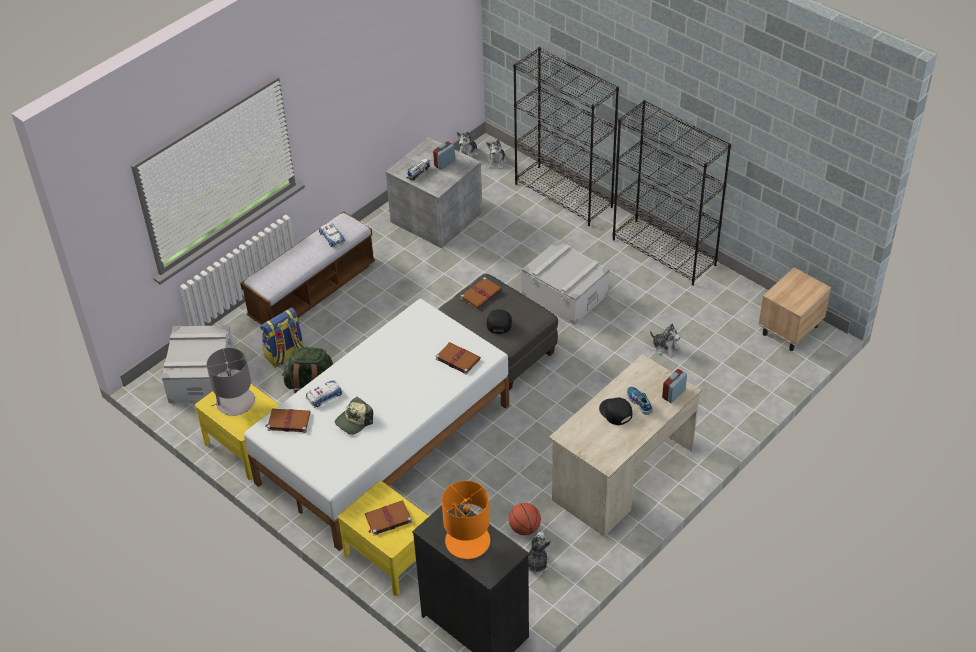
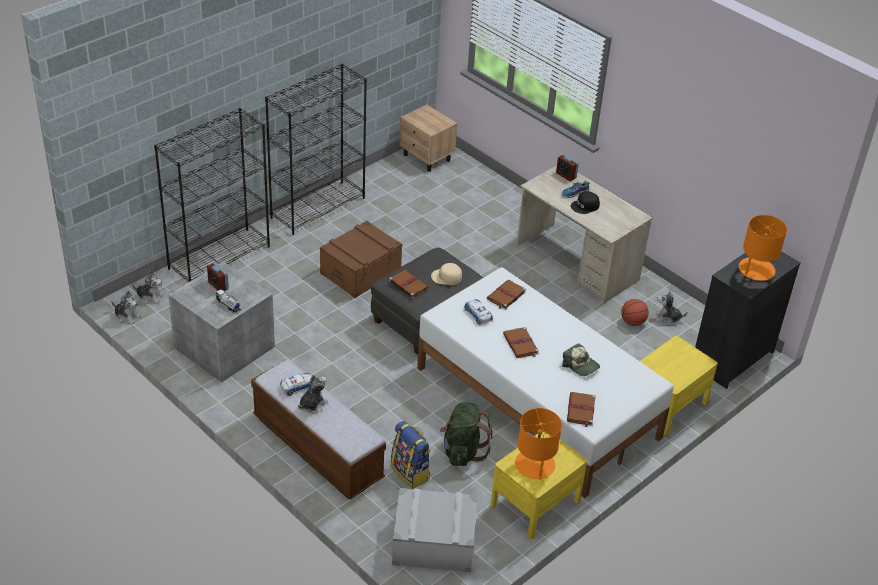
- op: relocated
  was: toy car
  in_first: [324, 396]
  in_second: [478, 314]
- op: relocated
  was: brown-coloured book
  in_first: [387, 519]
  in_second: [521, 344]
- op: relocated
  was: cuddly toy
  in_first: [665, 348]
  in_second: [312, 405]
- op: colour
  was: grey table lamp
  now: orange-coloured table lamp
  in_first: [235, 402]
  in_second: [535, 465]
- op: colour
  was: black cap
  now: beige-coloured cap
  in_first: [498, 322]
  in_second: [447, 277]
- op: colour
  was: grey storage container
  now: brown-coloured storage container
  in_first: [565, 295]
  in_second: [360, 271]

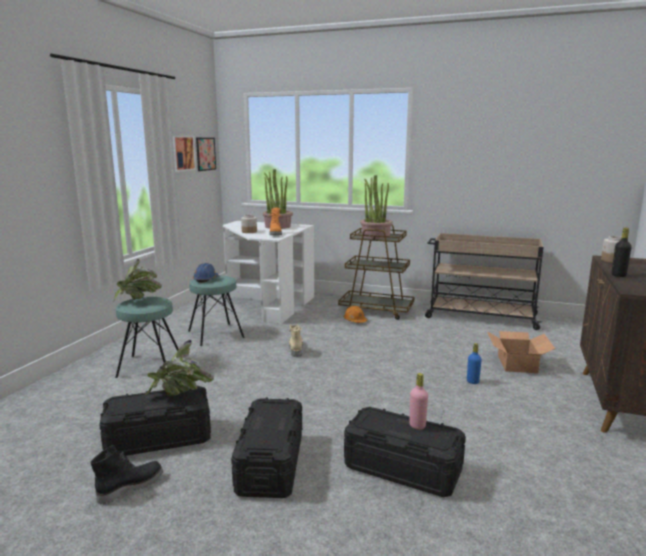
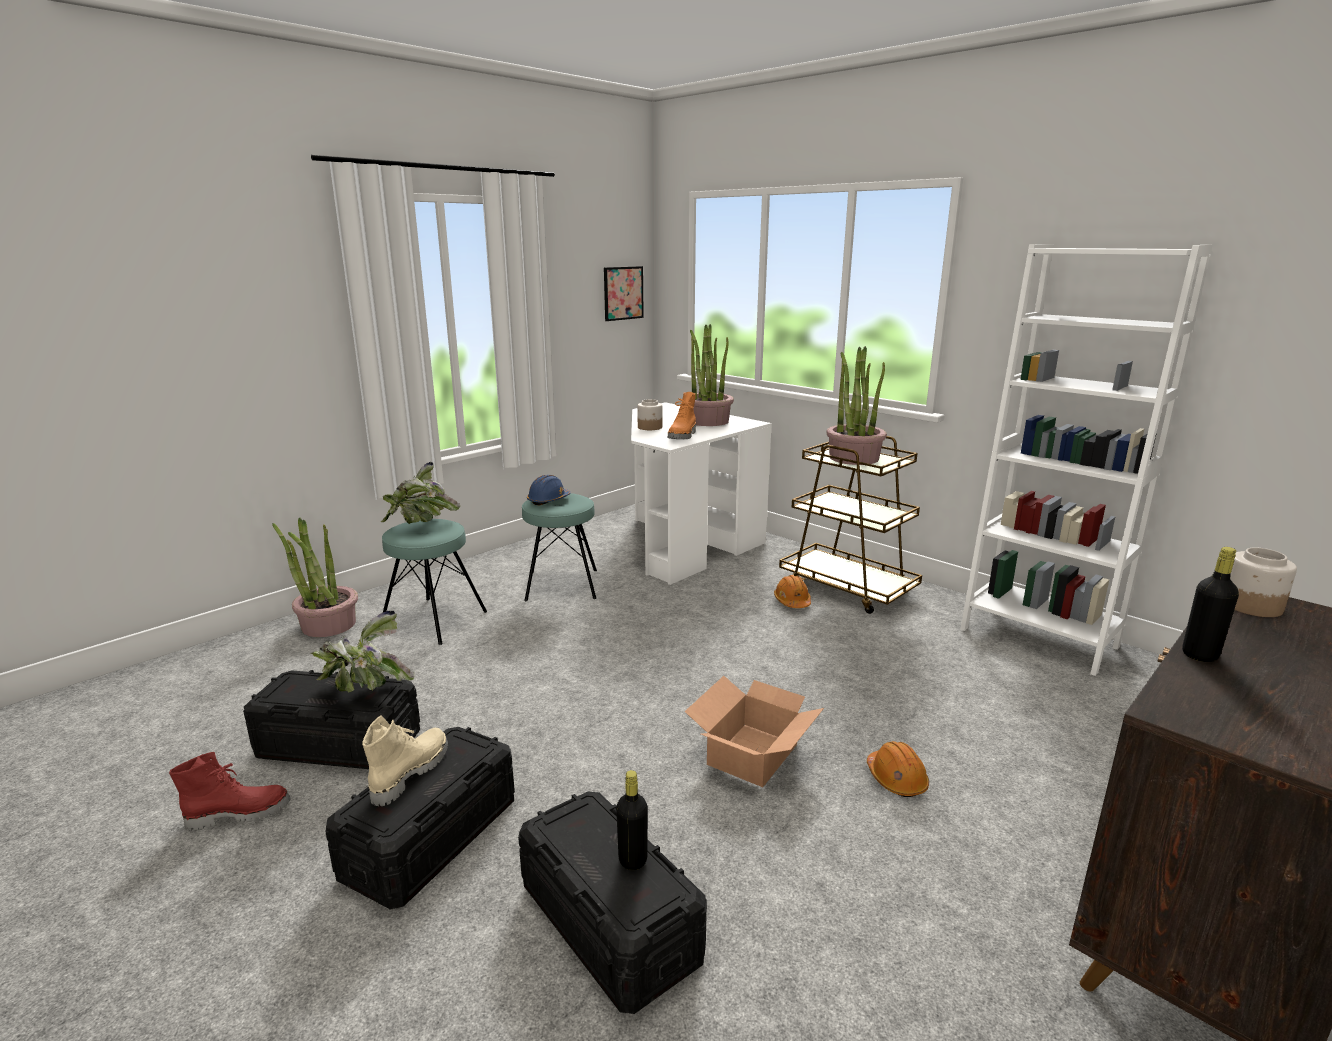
- op: missing
  was: wall art
  in_first: [181, 153]
- op: appeared
  now: potted plant
  in_second: [328, 625]
- op: relocated
  was: beige-coloured boot
  in_first: [295, 349]
  in_second: [409, 773]
- op: relocated
  was: packing box
  in_first: [517, 363]
  in_second: [754, 754]
- op: exchanged
  was: beige-coloured wheeled cart
  now: white-coloured bookcase
  in_first: [479, 316]
  in_second: [1038, 638]
- op: exchanged
  was: bluish drink bottle
  now: orange-coloured safety helmet
  in_first: [472, 381]
  in_second: [896, 779]
- op: colour
  was: black boot
  now: red-coloured boot
  in_first: [130, 487]
  in_second: [239, 813]
- op: colour
  was: pink drink bottle
  now: black drink bottle
  in_first: [417, 425]
  in_second: [633, 859]

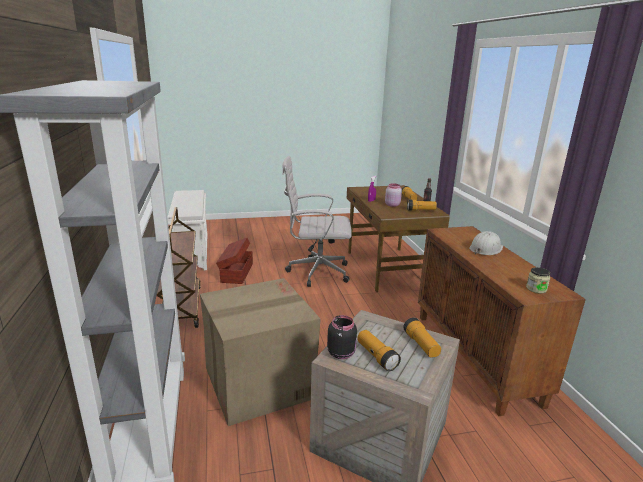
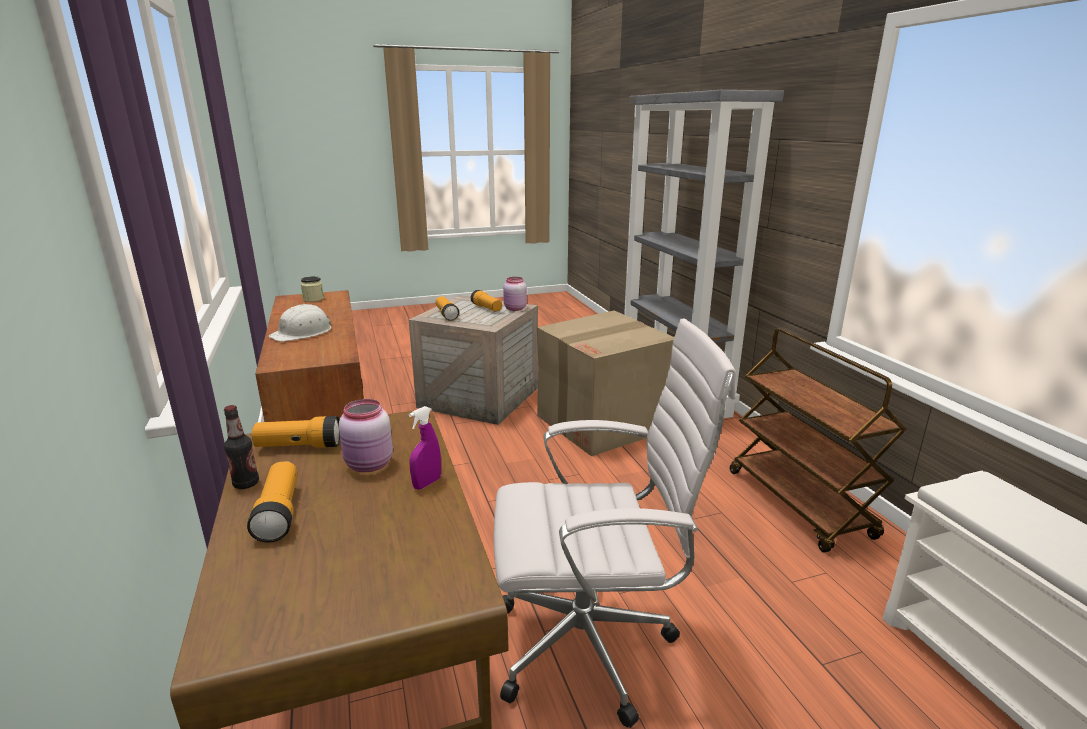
- op: missing
  was: brown-coloured storage container
  in_first: [236, 273]
- op: colour
  was: black preserve jar
  now: pink preserve jar
  in_first: [341, 353]
  in_second: [514, 309]

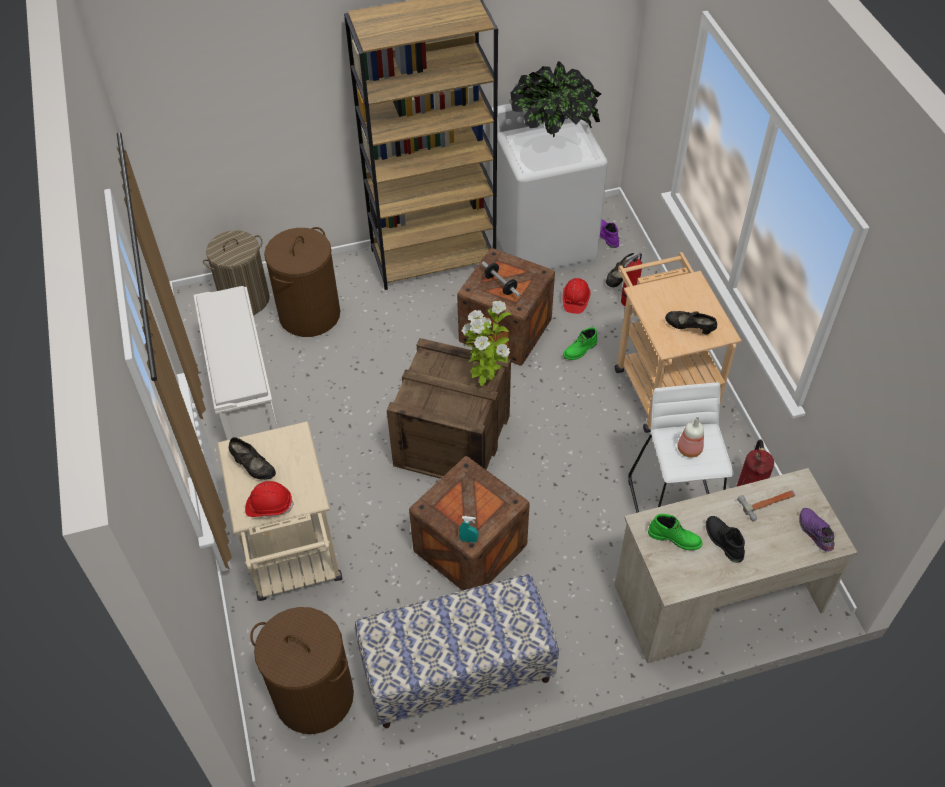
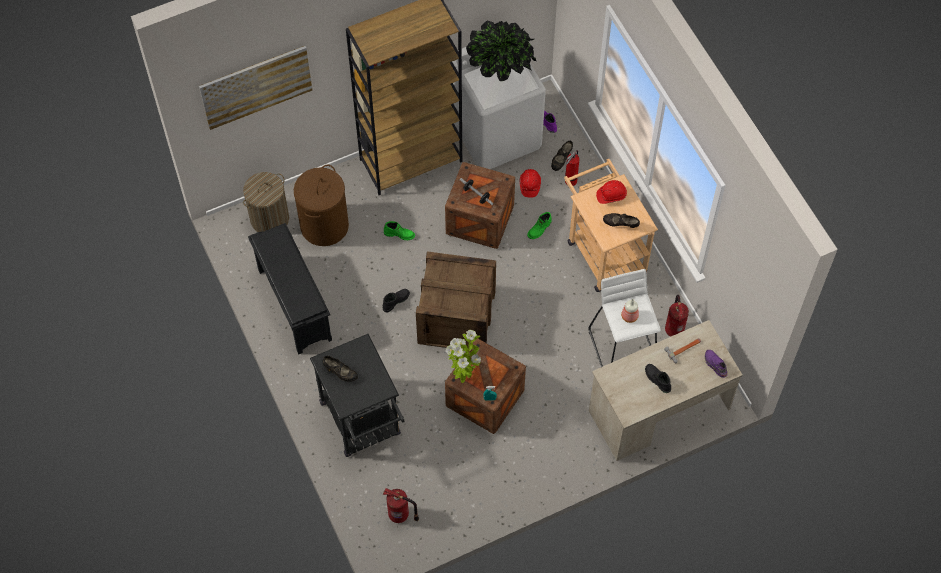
- op: missing
  was: bench
  in_first: [457, 671]
- op: appeared
  now: wall art
  in_second: [256, 87]
- op: appeared
  now: black boot
  in_second: [395, 301]
- op: relocated
  was: red-coloured safety helmet
  in_first: [269, 506]
  in_second: [611, 195]
- op: relocated
  was: potted plant
  in_first: [486, 379]
  in_second: [464, 374]
- op: relocated
  was: green boot
  in_first: [675, 538]
  in_second: [399, 234]
- op: exchanged
  was: brown-coloured washing basket
  now: fire extinguisher
  in_first: [313, 696]
  in_second: [400, 515]
- op: colour
  was: white-coloured shoe rack
  now: black shoe rack
  in_first: [245, 398]
  in_second: [293, 304]
- op: colour
  was: beige-coloured wheeled cart
  now: black wheeled cart
  in_first: [294, 560]
  in_second: [363, 424]

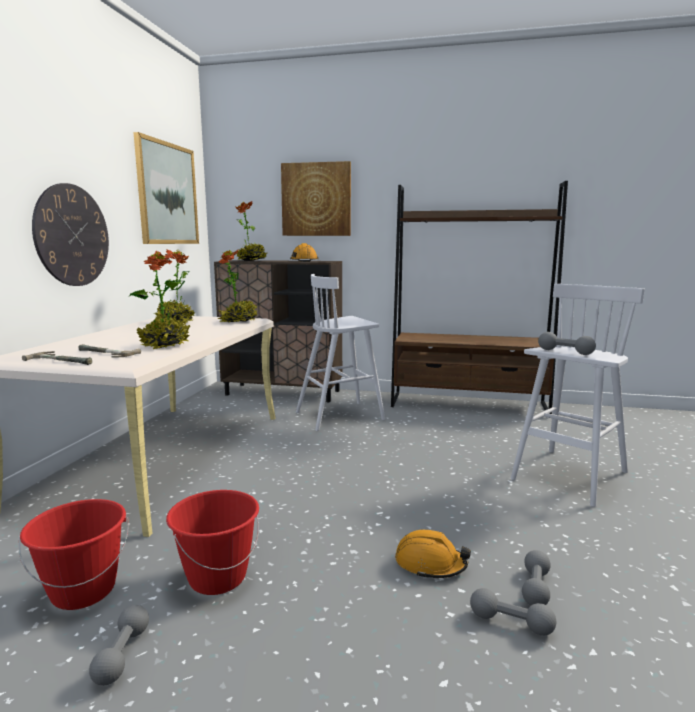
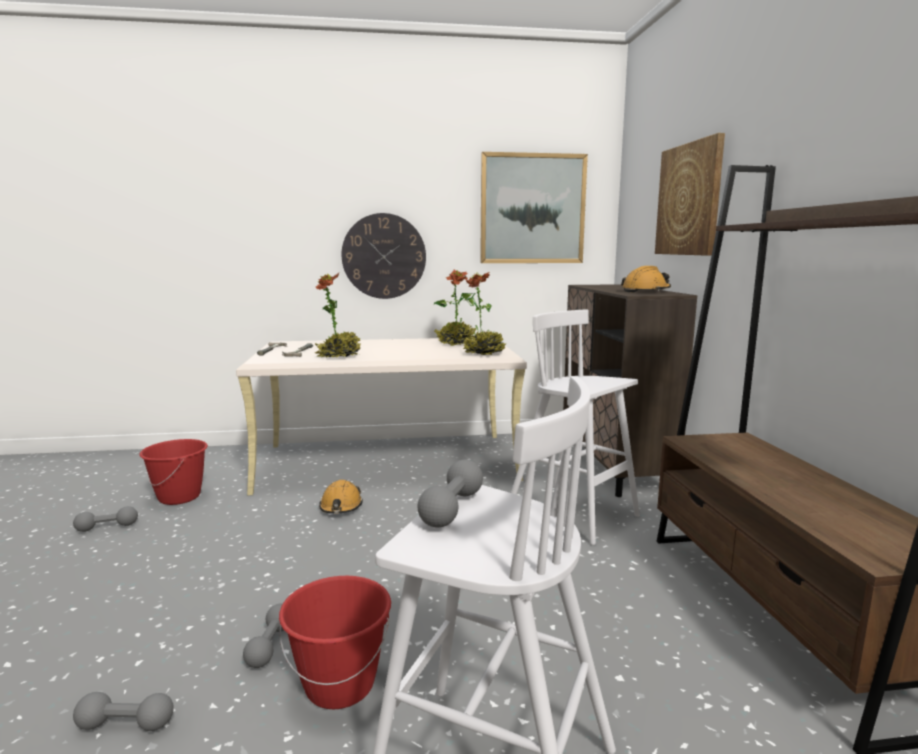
- op: missing
  was: potted plant
  in_first: [251, 260]
- op: relocated
  was: red-coloured water bucket
  in_first: [217, 577]
  in_second: [340, 684]
- op: relocated
  was: orange-coloured safety helmet
  in_first: [430, 564]
  in_second: [341, 507]
- op: relocated
  was: grey free weight
  in_first: [511, 623]
  in_second: [270, 646]

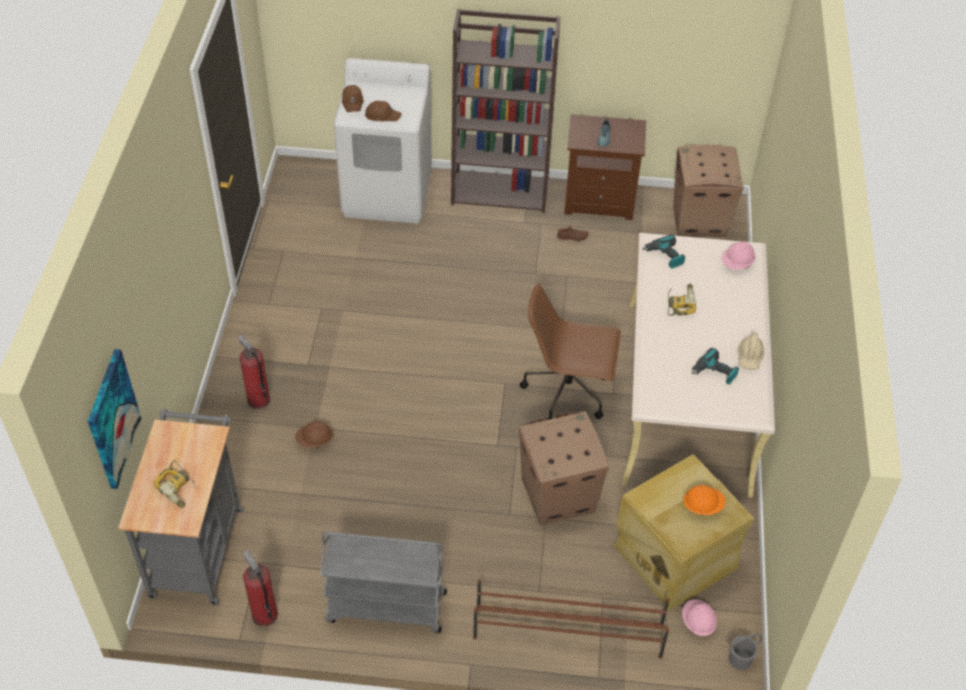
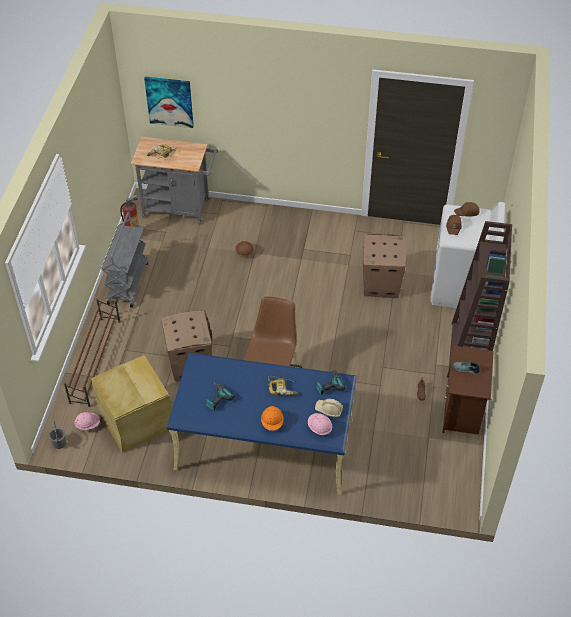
- op: missing
  was: fire extinguisher
  in_first: [258, 399]
- op: relocated
  was: packing box
  in_first: [699, 221]
  in_second: [380, 284]
- op: relocated
  was: orange-coloured safety helmet
  in_first: [702, 506]
  in_second: [272, 423]
- op: relocated
  was: beige-coloured safety helmet
  in_first: [750, 357]
  in_second: [329, 409]
- op: colour
  was: beige-coloured desk unit
  now: bluish desk unit
  in_first: [687, 396]
  in_second: [264, 444]

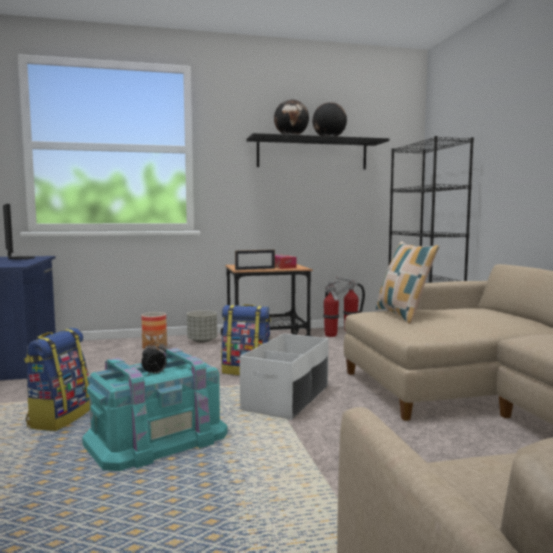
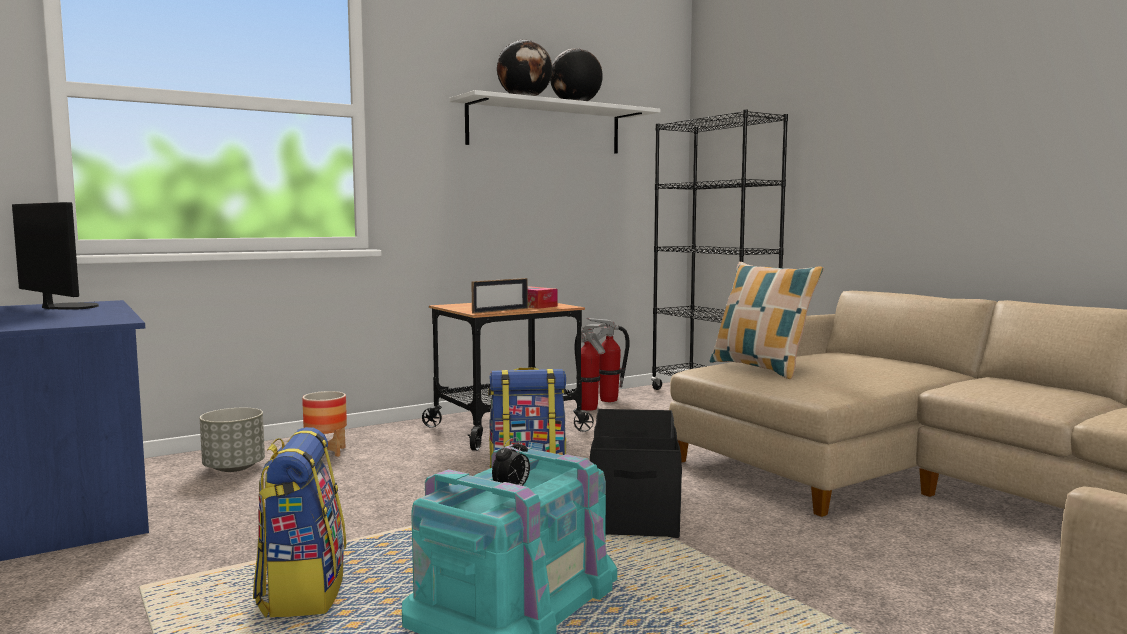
- op: relocated
  was: grey plant pot
  in_first: [202, 341]
  in_second: [234, 468]
- op: colour
  was: white-coloured storage container
  now: black storage container
  in_first: [287, 398]
  in_second: [635, 507]
- op: colour
  was: black shelf
  now: white-coloured shelf
  in_first: [312, 154]
  in_second: [545, 128]

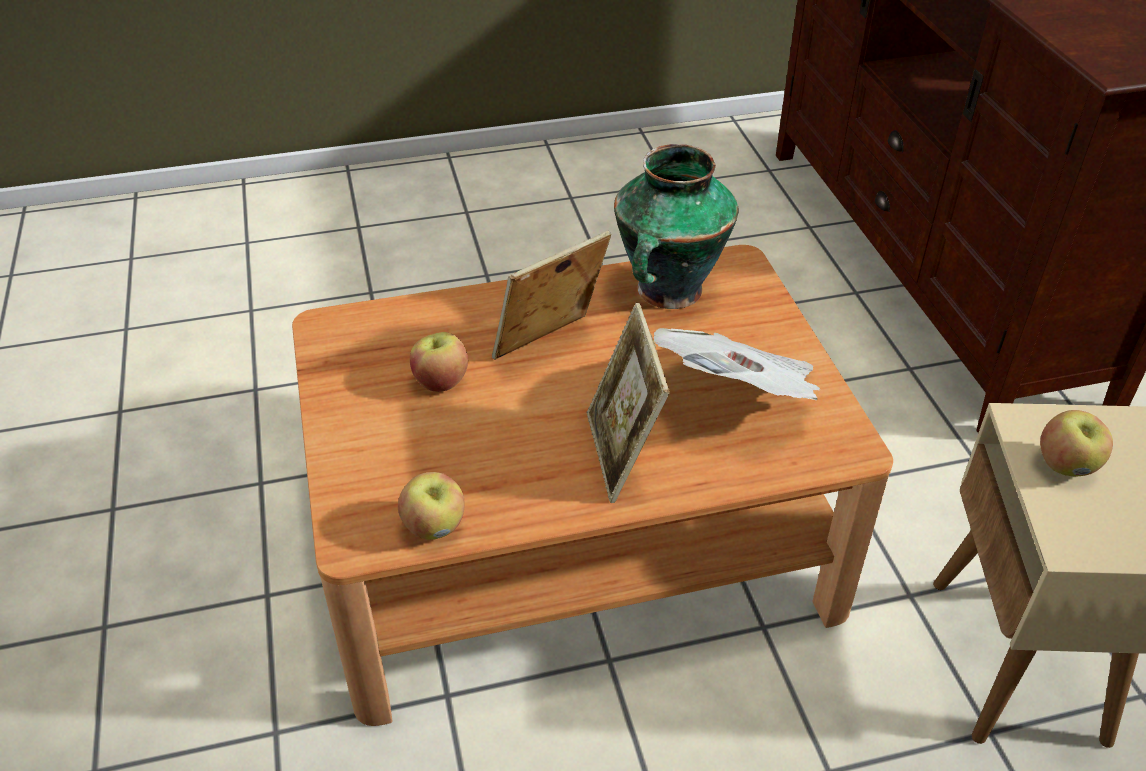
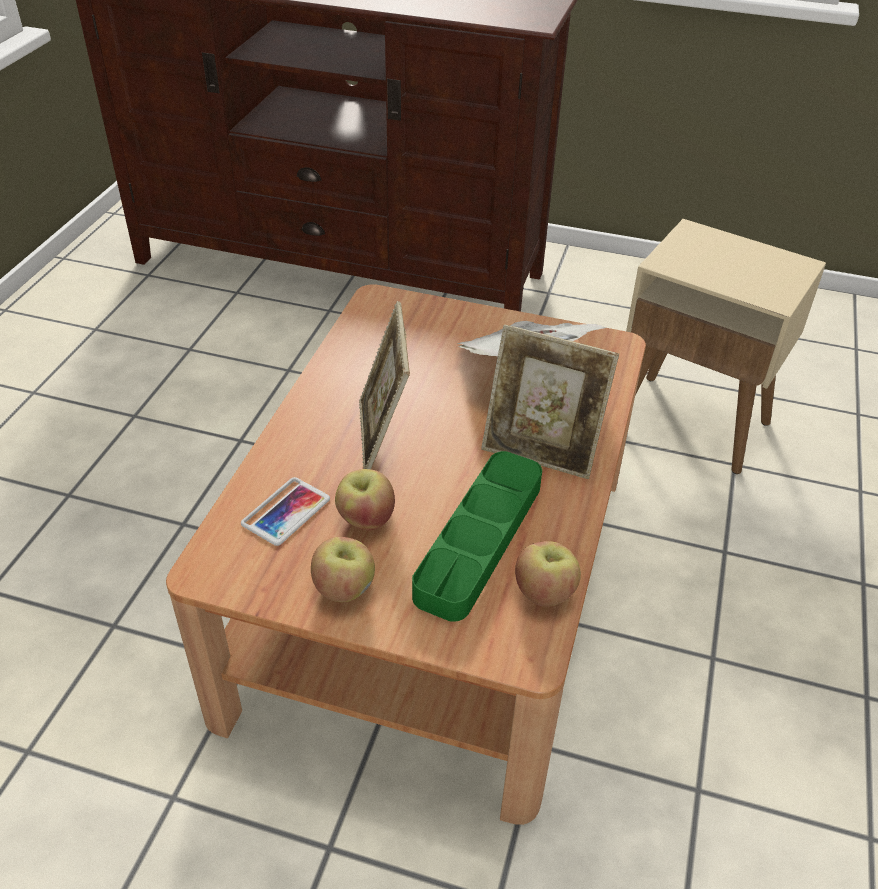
- op: missing
  was: decorative vase
  in_first: [667, 292]
- op: appeared
  now: handset
  in_second: [286, 511]
- op: appeared
  now: green tray
  in_second: [479, 540]
- op: relocated
  was: apple
  in_first: [1066, 465]
  in_second: [344, 588]

